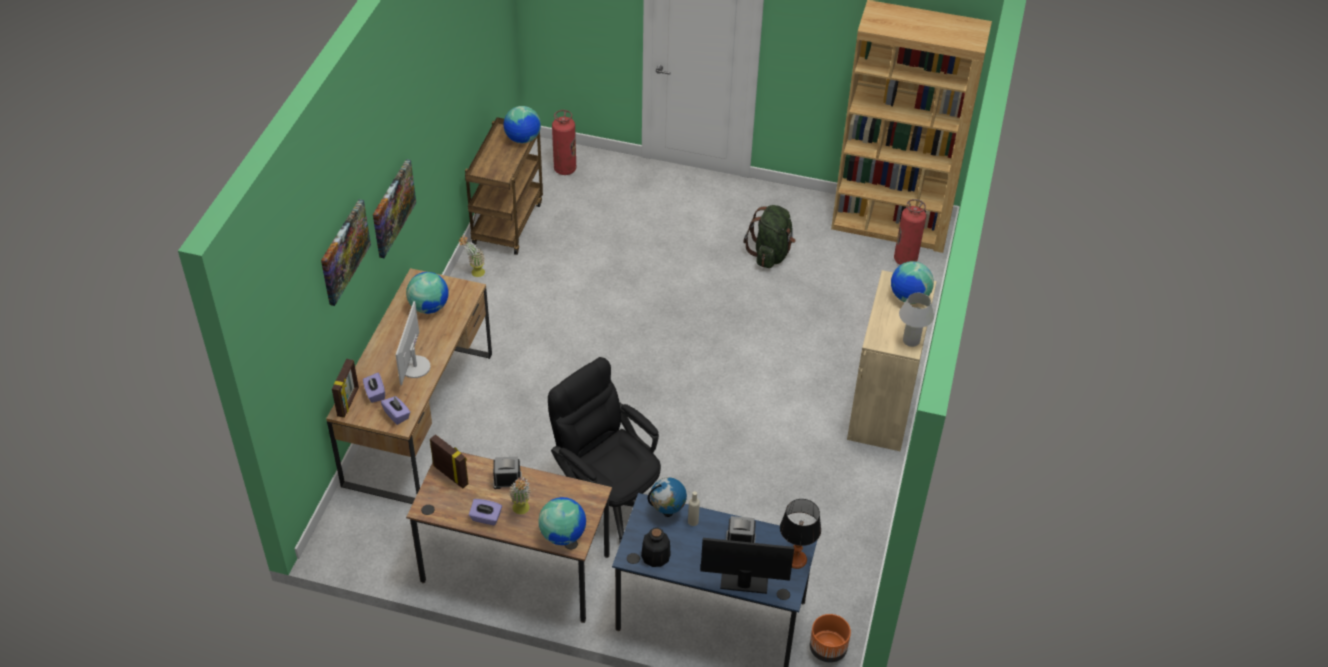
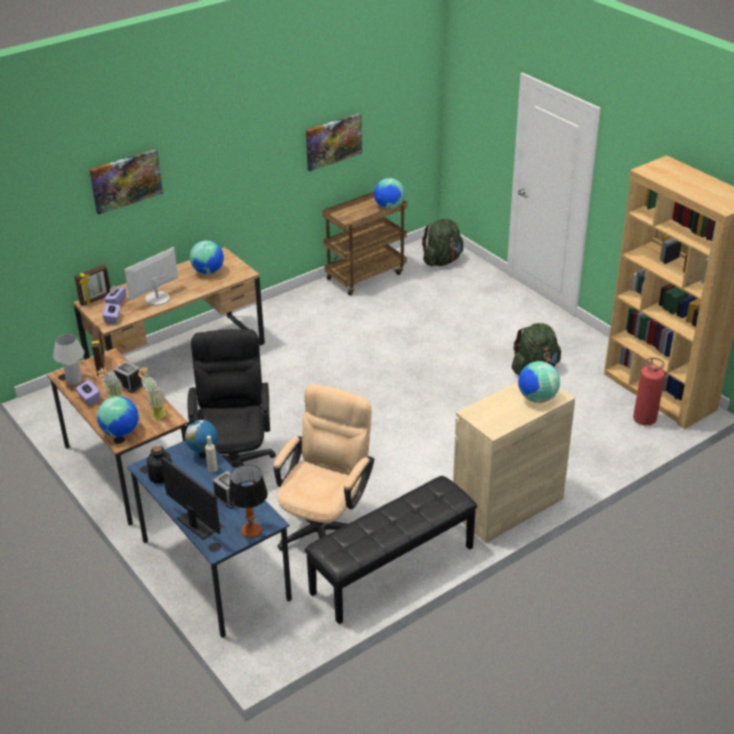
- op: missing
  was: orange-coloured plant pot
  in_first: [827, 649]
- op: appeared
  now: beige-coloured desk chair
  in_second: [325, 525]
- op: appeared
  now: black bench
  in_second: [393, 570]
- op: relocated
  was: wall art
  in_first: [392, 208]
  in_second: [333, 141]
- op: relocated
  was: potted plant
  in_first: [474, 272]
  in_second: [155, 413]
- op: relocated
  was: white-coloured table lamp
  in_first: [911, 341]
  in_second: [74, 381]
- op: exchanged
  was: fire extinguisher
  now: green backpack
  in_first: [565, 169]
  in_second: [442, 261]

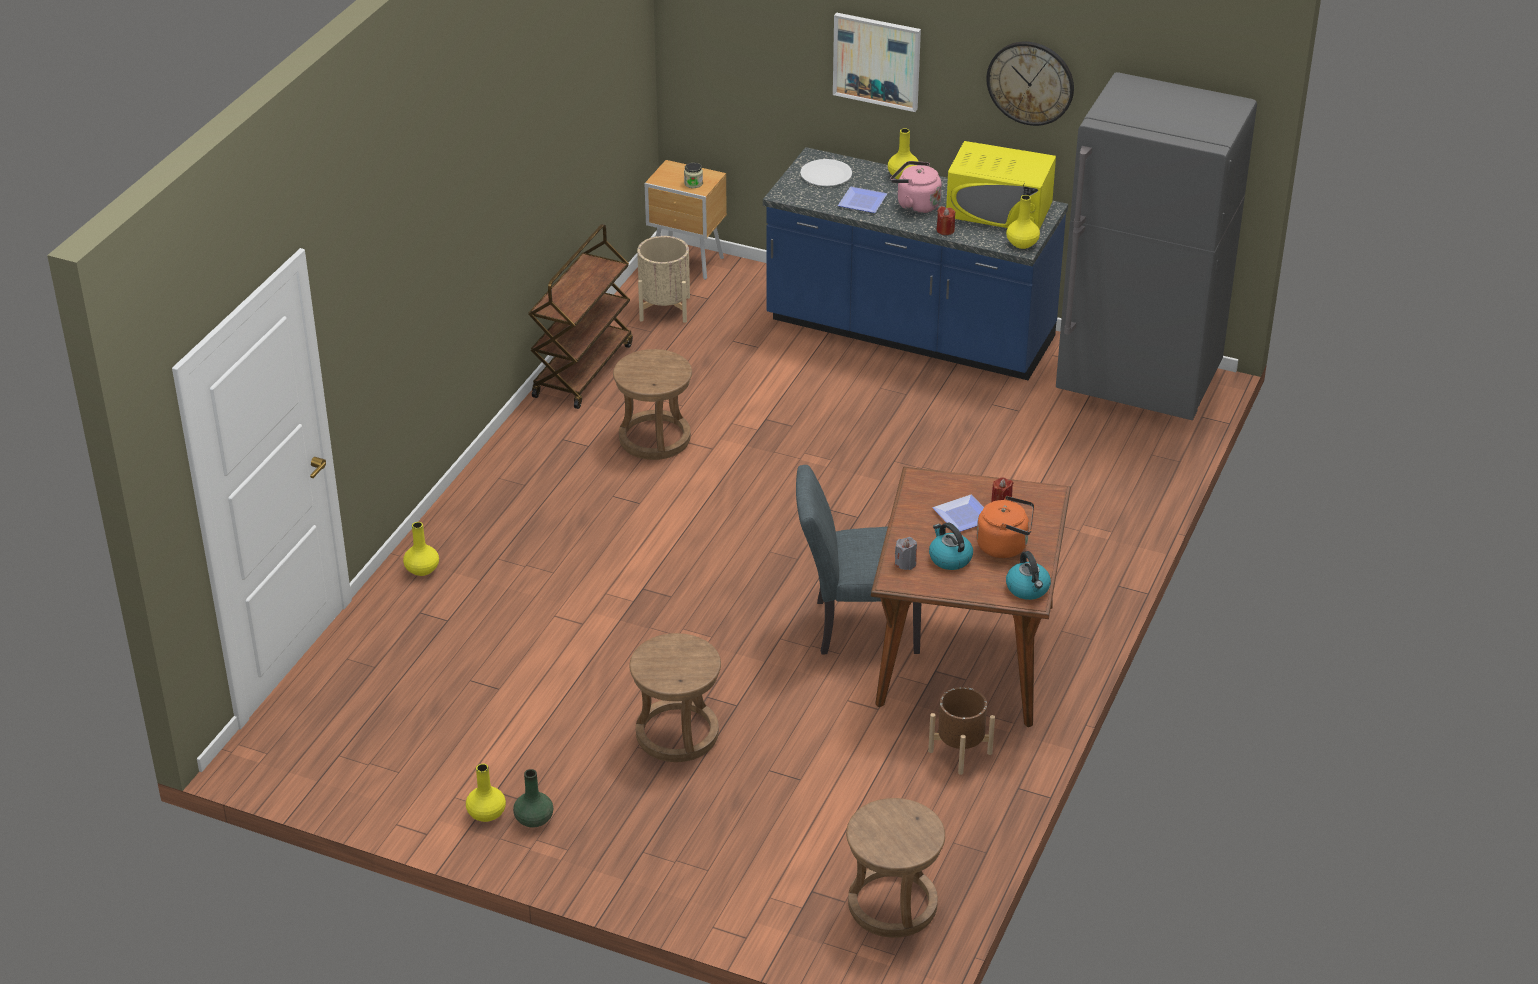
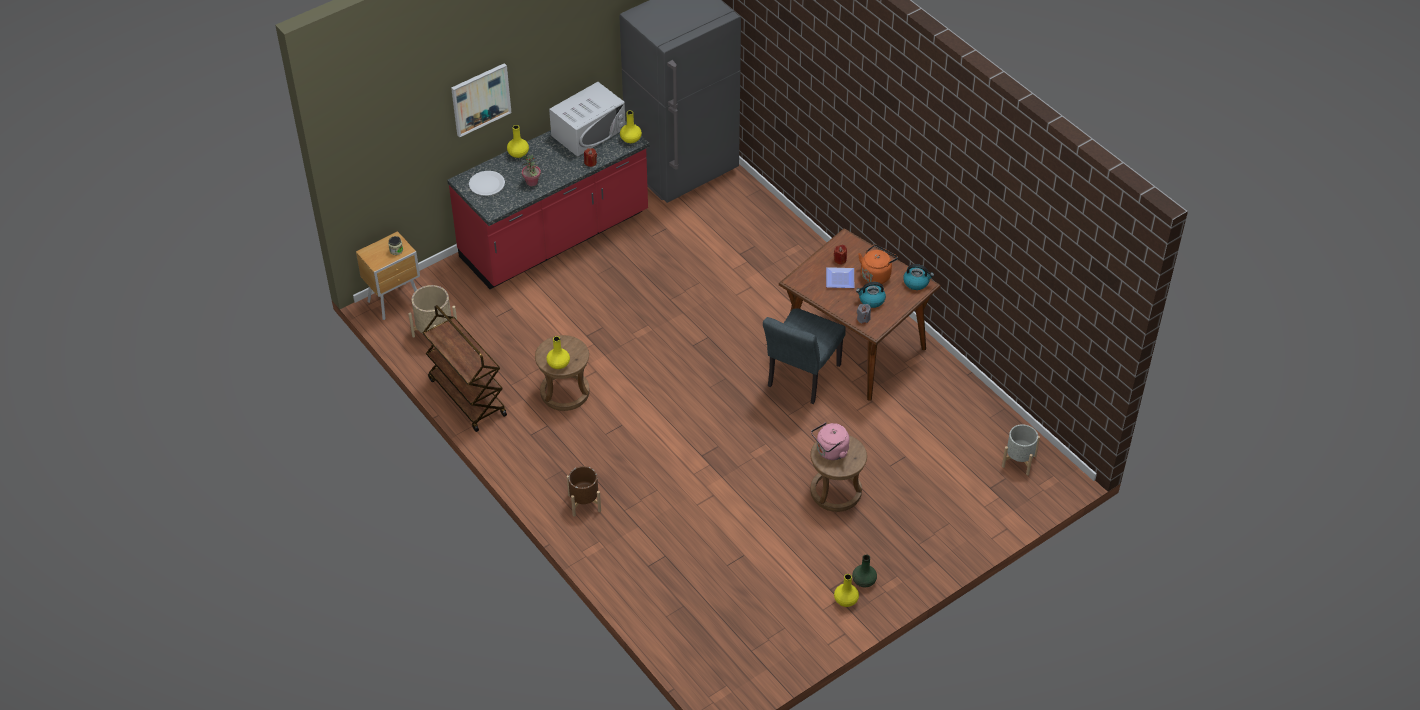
- op: missing
  was: wall clock
  in_first: [1030, 82]
- op: relocated
  was: yellowish decorative vase
  in_first: [422, 569]
  in_second: [558, 364]
- op: relocated
  was: pink water kettle
  in_first: [915, 205]
  in_second: [830, 452]
- op: relocated
  was: brown-coloured plant pot
  in_first: [960, 752]
  in_second: [584, 503]
- op: exchanged
  was: dinner plate
  now: potted plant
  in_first: [863, 203]
  in_second: [532, 182]
- op: exchanged
  was: brown-coloured stool seat
  now: grey plant pot
  in_first: [892, 905]
  in_second: [1019, 461]
- op: colour
  was: bluish kitchen counter
  now: red-coloured kitchen counter
  in_first: [909, 332]
  in_second: [555, 237]
- op: colour
  was: yellowish microwave oven
  now: white-coloured microwave oven
  in_first: [999, 209]
  in_second: [588, 132]

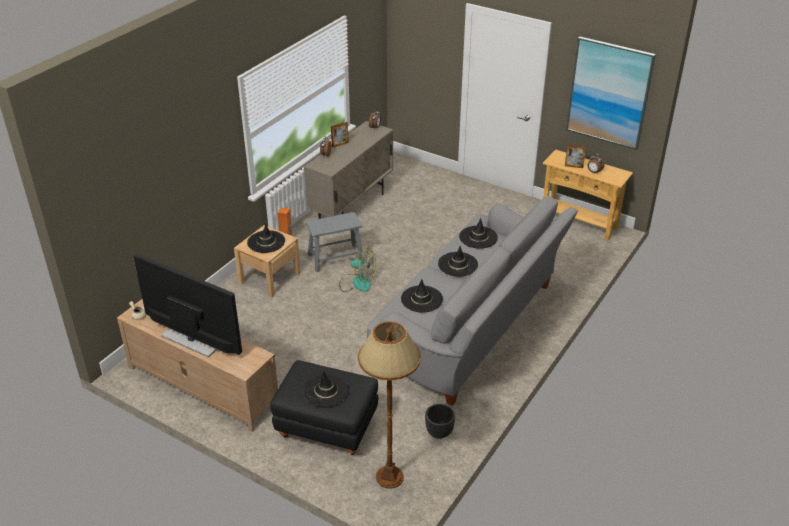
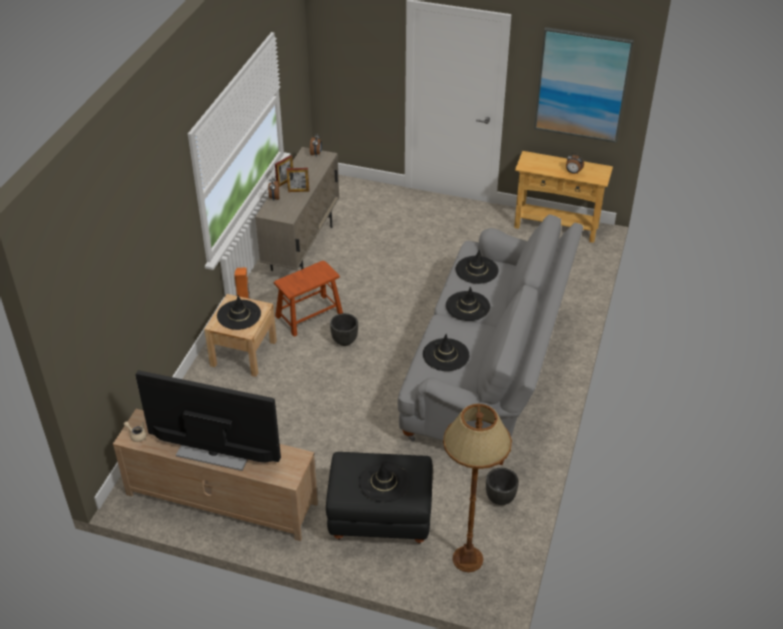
- op: relocated
  was: standing frame
  in_first: [573, 166]
  in_second: [298, 191]
- op: exchanged
  was: electric fan
  now: black plant pot
  in_first: [357, 282]
  in_second: [344, 341]
- op: colour
  was: grey stool seat
  now: brown-coloured stool seat
  in_first: [335, 258]
  in_second: [309, 315]

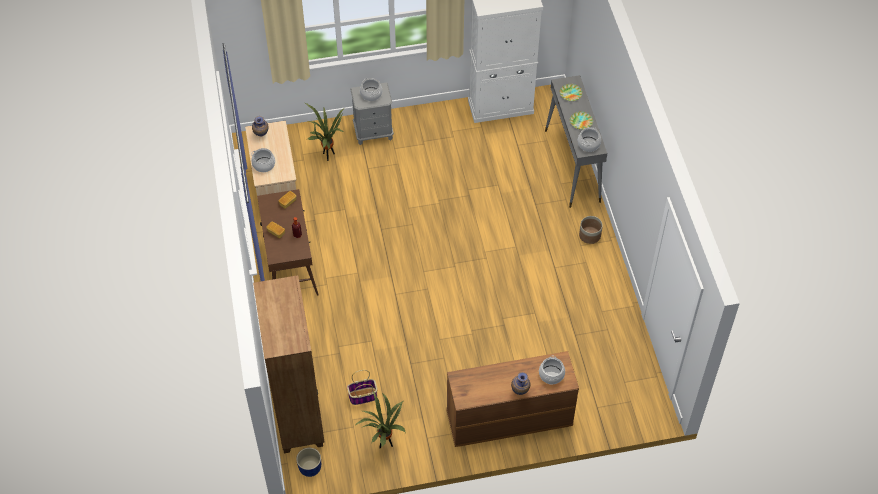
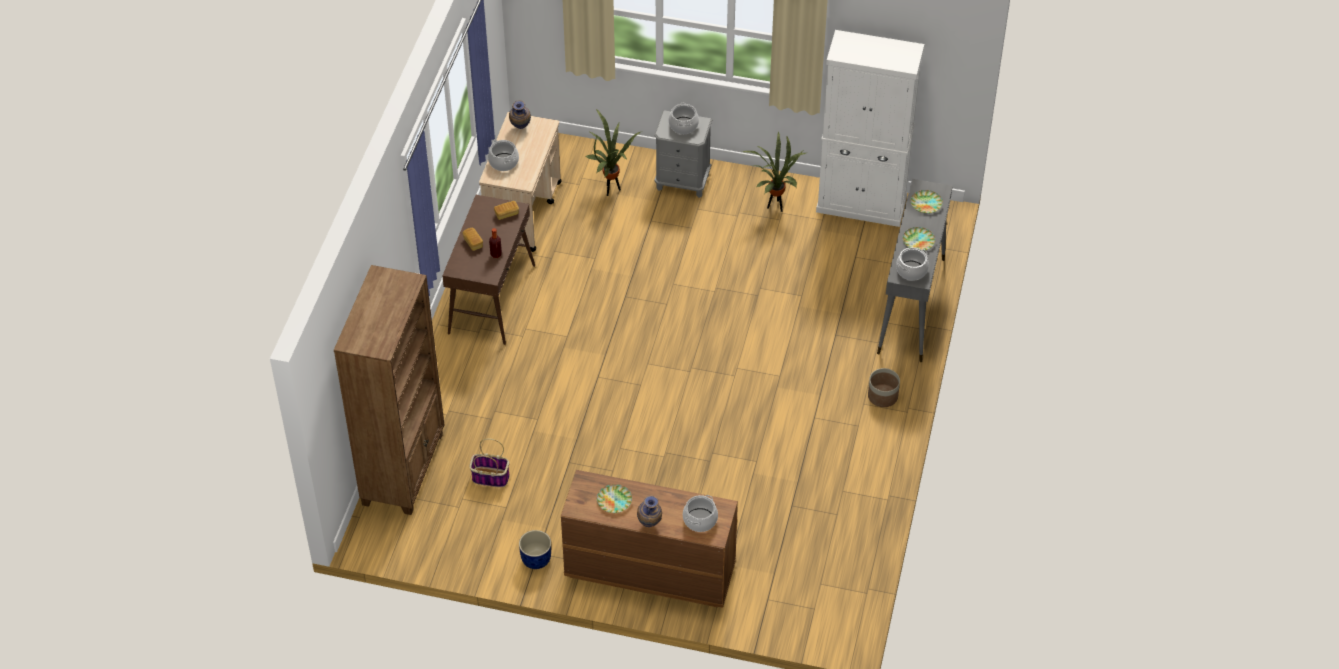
- op: appeared
  now: dinner plate
  in_second: [614, 500]
- op: relocated
  was: bluish plant pot
  in_first: [310, 467]
  in_second: [536, 559]
- op: relocated
  was: potted plant
  in_first: [384, 444]
  in_second: [774, 206]

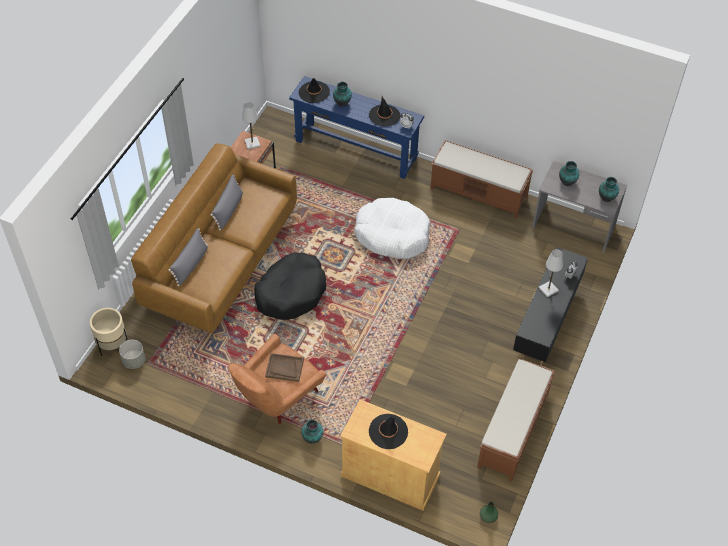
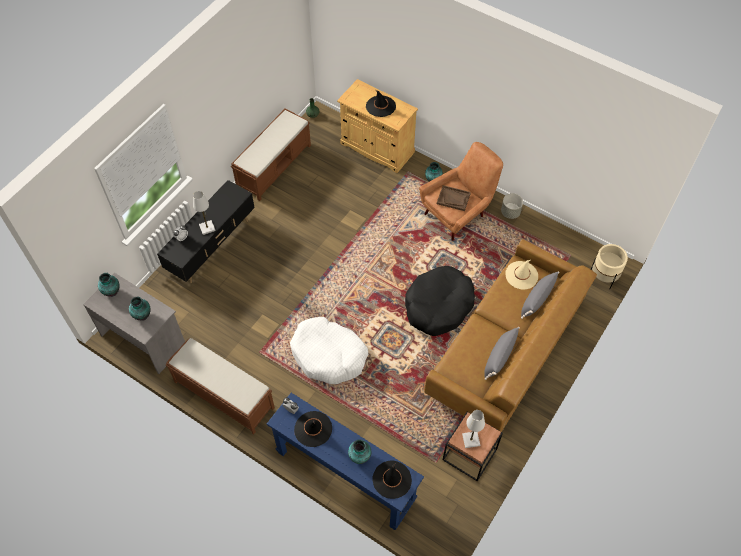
- op: appeared
  now: beige-coloured clothing hat
  in_second: [521, 275]
- op: relocated
  was: grey plant pot
  in_first: [133, 361]
  in_second: [510, 212]

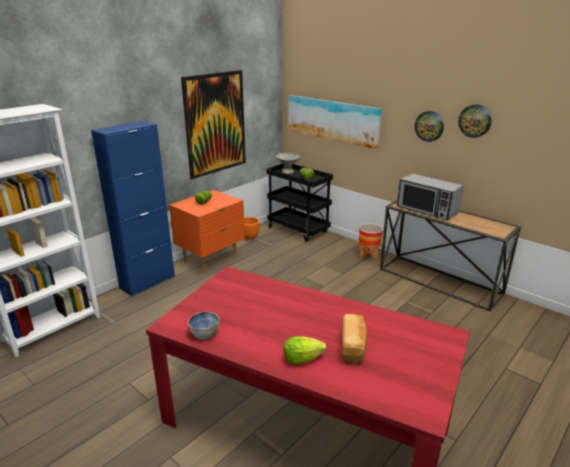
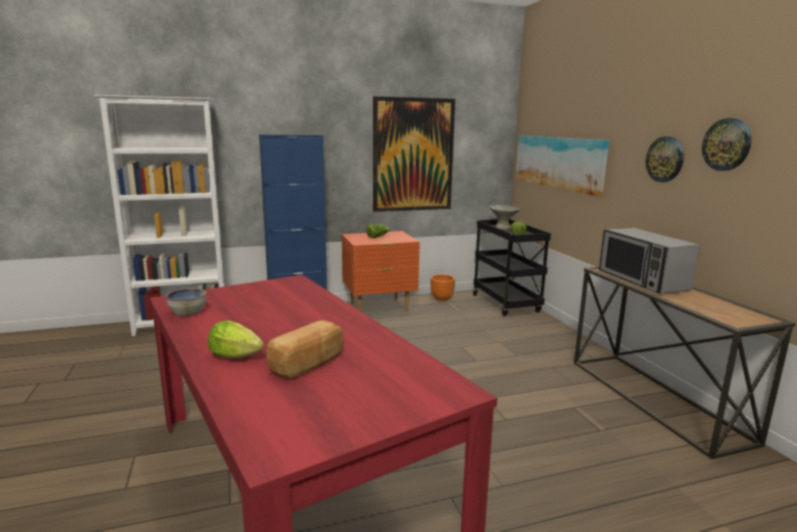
- op: missing
  was: plant pot
  in_first: [368, 257]

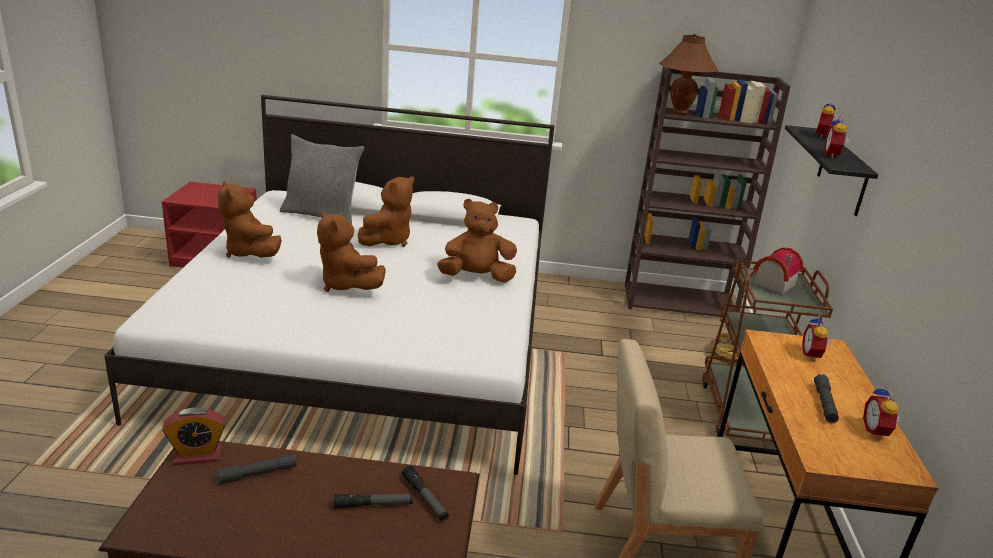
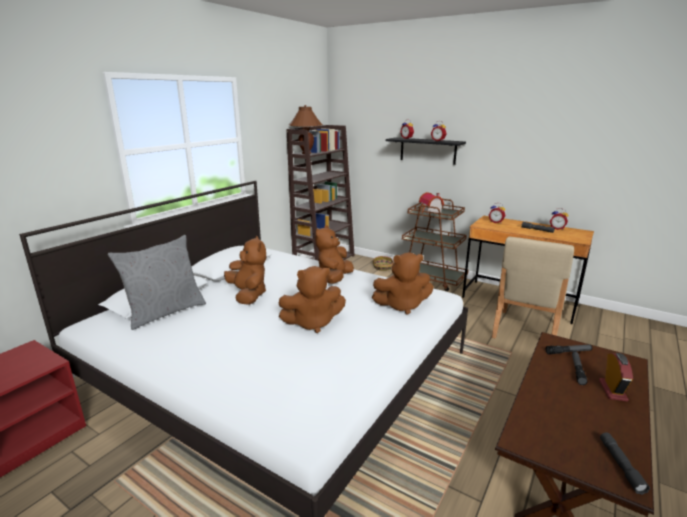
- op: relocated
  was: alarm clock
  in_first: [197, 456]
  in_second: [612, 390]
- op: relocated
  was: grey torch
  in_first: [257, 474]
  in_second: [621, 466]
- op: relocated
  was: brown-coloured cuddly toy
  in_first: [250, 253]
  in_second: [402, 306]

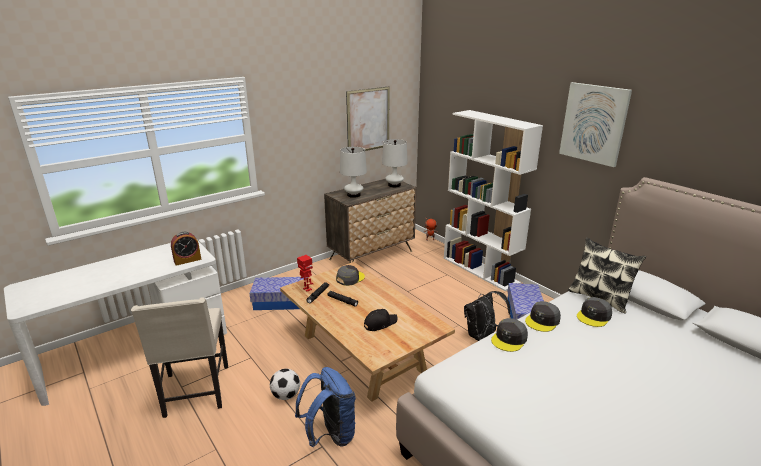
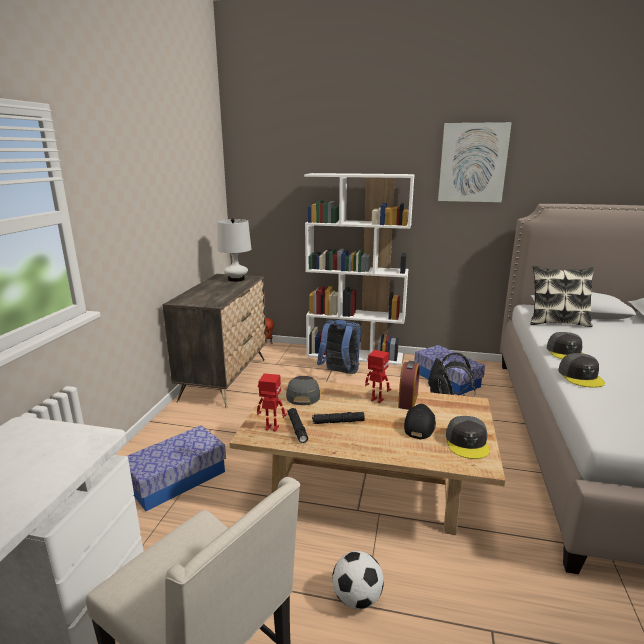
- op: missing
  was: white-coloured table lamp
  in_first: [353, 195]
- op: missing
  was: wall art
  in_first: [368, 120]
- op: appeared
  now: robot figure
  in_second: [376, 400]
- op: relocated
  was: alarm clock
  in_first: [187, 260]
  in_second: [408, 400]
- op: relocated
  was: bluish backpack
  in_first: [330, 435]
  in_second: [340, 373]
- op: relocated
  was: grey cap
  in_first: [594, 316]
  in_second: [467, 443]

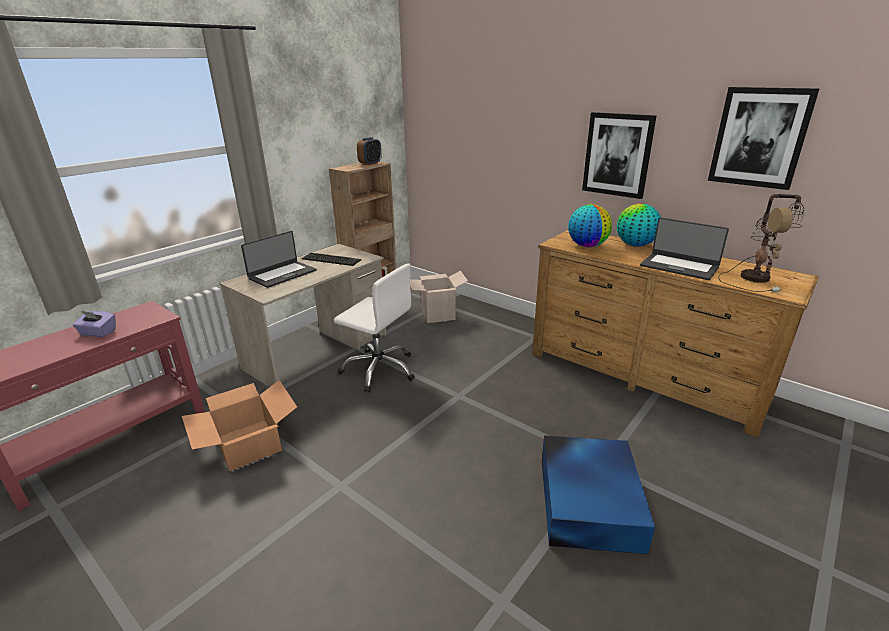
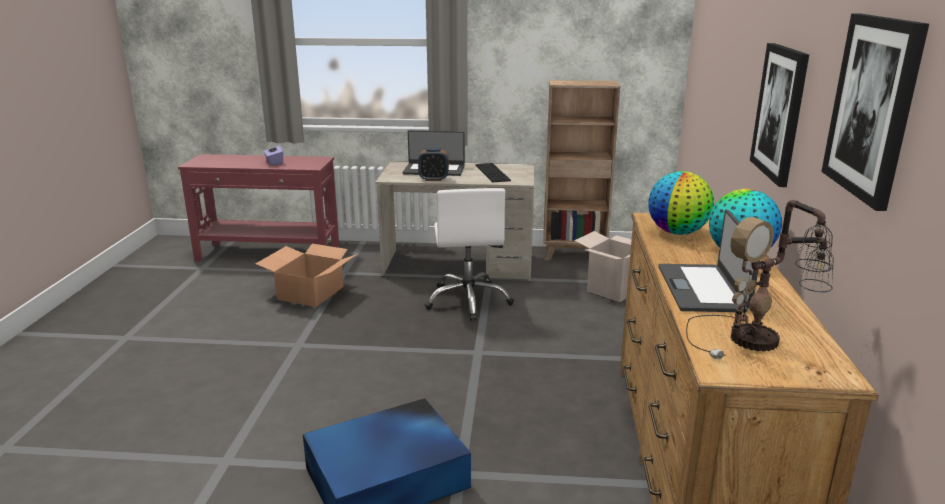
- op: relocated
  was: alarm clock
  in_first: [370, 163]
  in_second: [433, 179]

